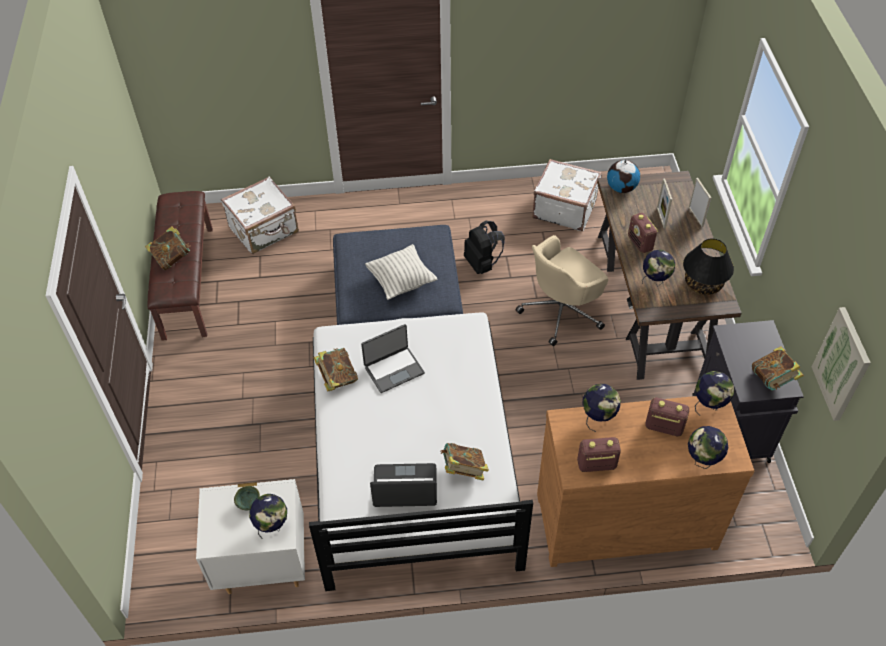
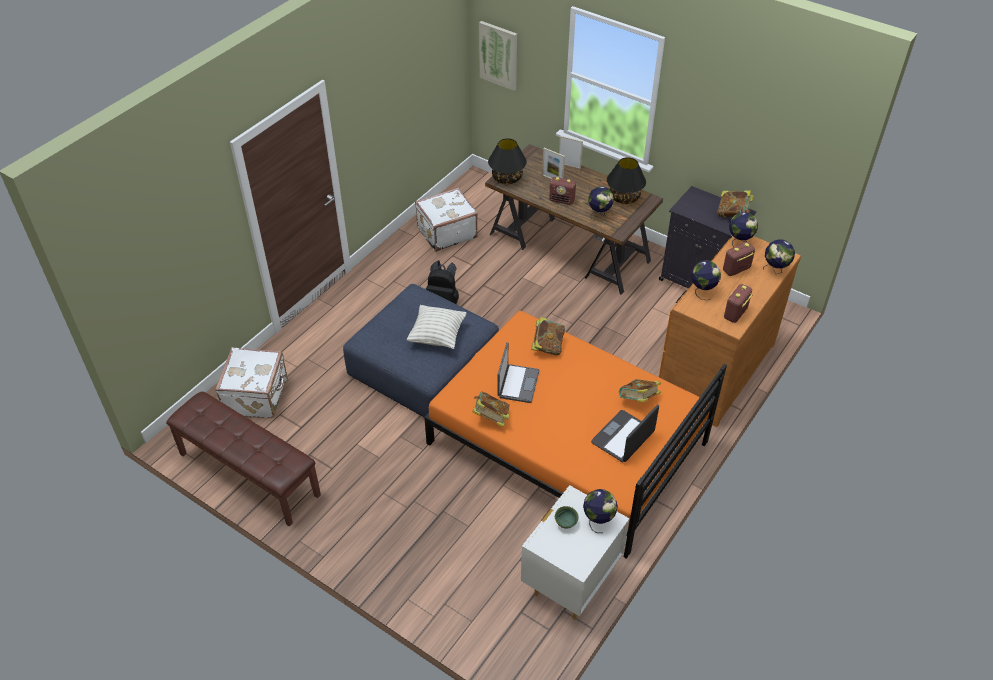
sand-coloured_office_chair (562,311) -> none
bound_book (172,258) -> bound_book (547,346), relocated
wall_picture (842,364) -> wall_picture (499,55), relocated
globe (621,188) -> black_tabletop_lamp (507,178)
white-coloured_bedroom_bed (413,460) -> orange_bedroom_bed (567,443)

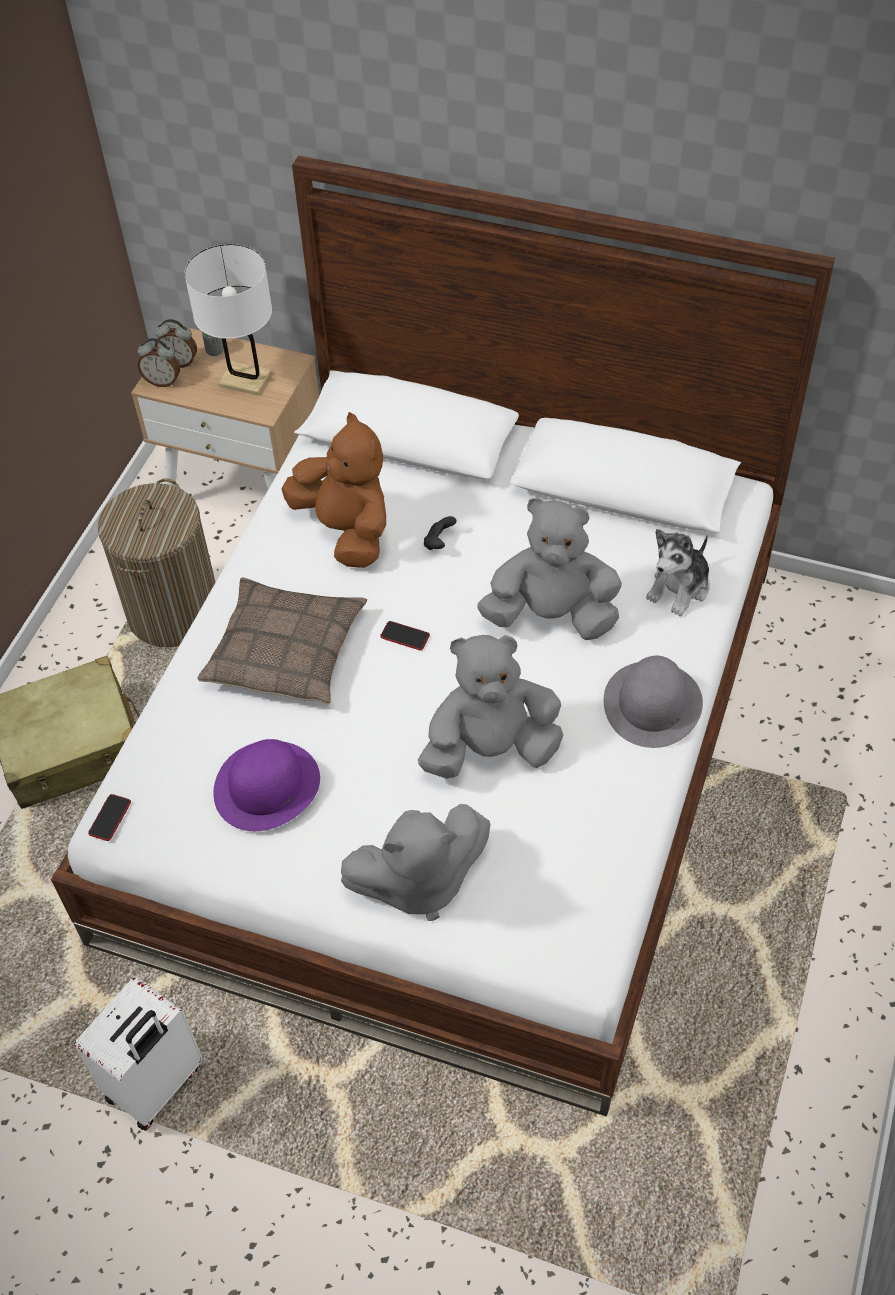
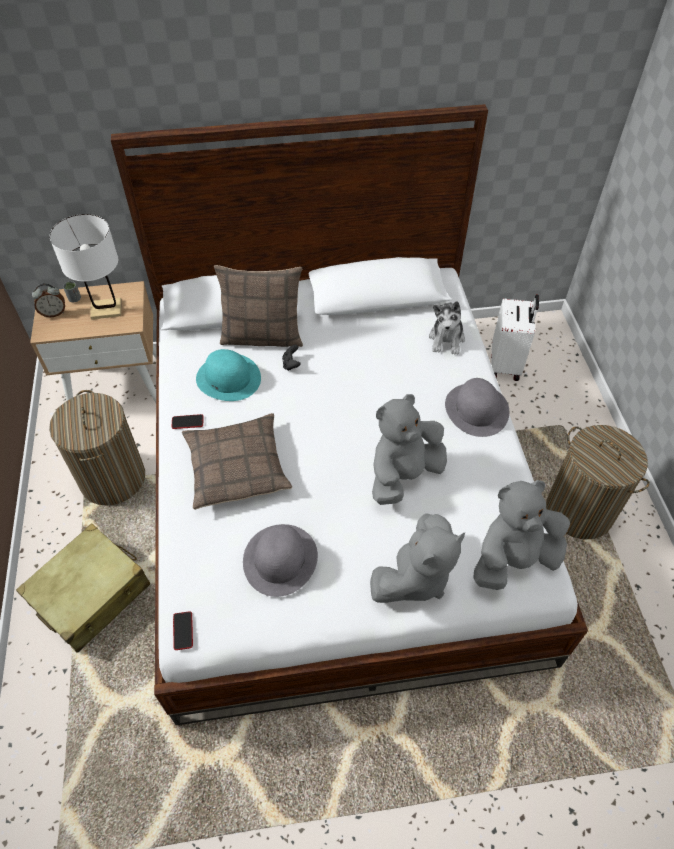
bedside_clock (163,381) -> none
none -> throw_pillow (262,336)
none -> washing_basket (579,510)
white-coloured_travel_case (156,1085) -> white-coloured_travel_case (506,365), relocated
telephone (405,636) -> telephone (187,422), relocated
greyish_soft_toy (551,615) -> greyish_soft_toy (513,559), relocated
brown_soft_toy (346,530) -> turquoise_wearable_hat (228,378)
purple-coloured_wearable_hat (267,785) -> greyish_wearable_hat (280,559)

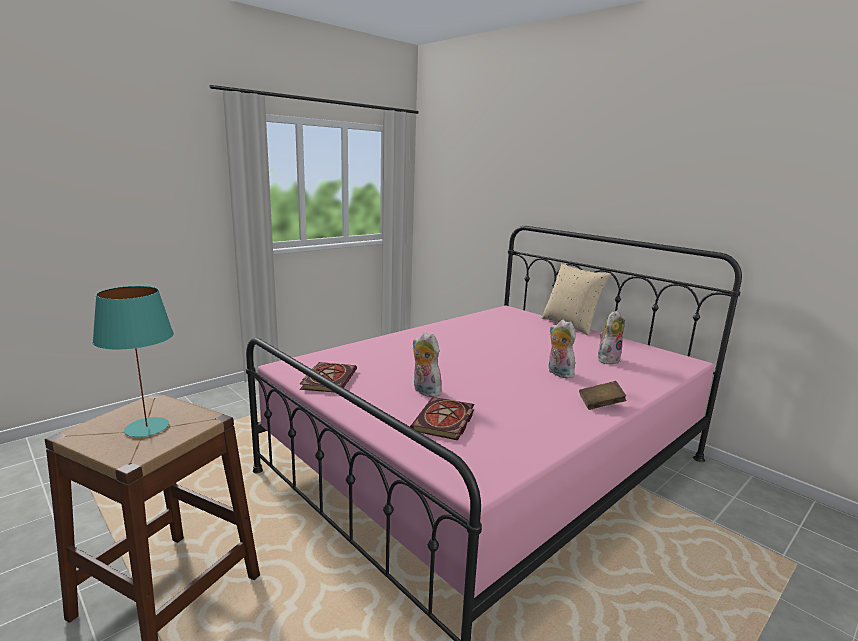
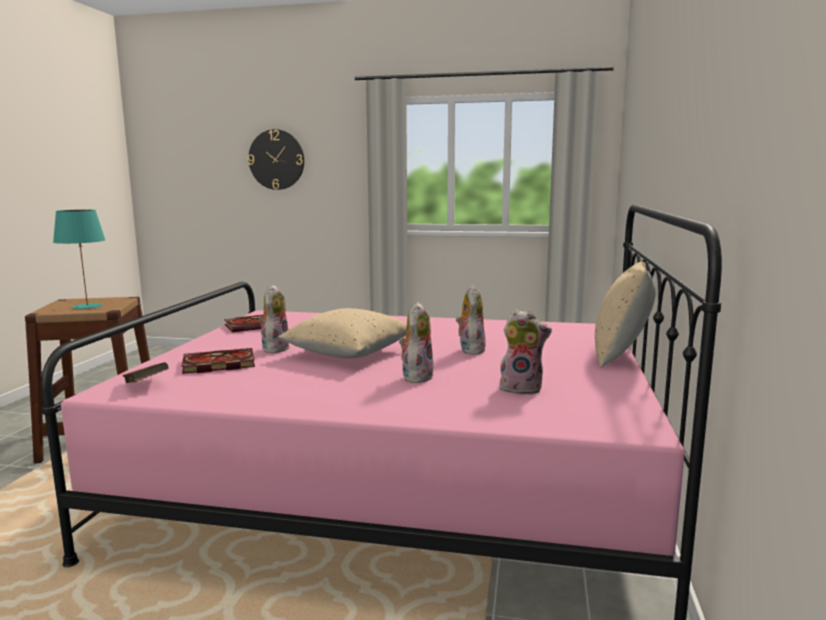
none -> clock_on_the_wall (276,159)
none -> sand-coloured_throw_pillow (349,353)
none -> soft_toy (470,349)
brown_bound_book (600,404) -> brown_bound_book (146,385), relocated

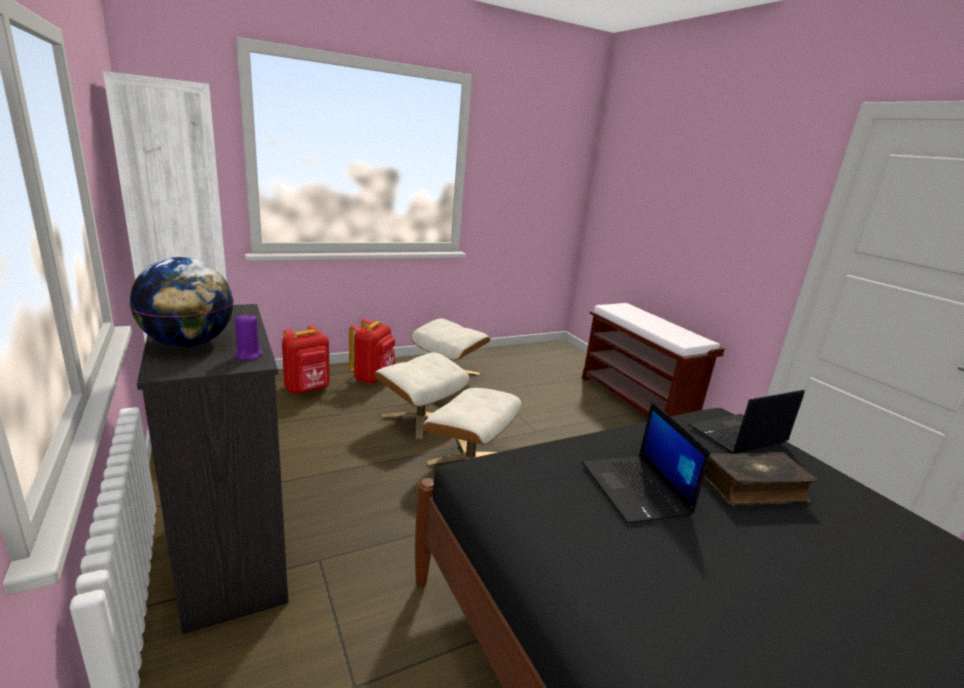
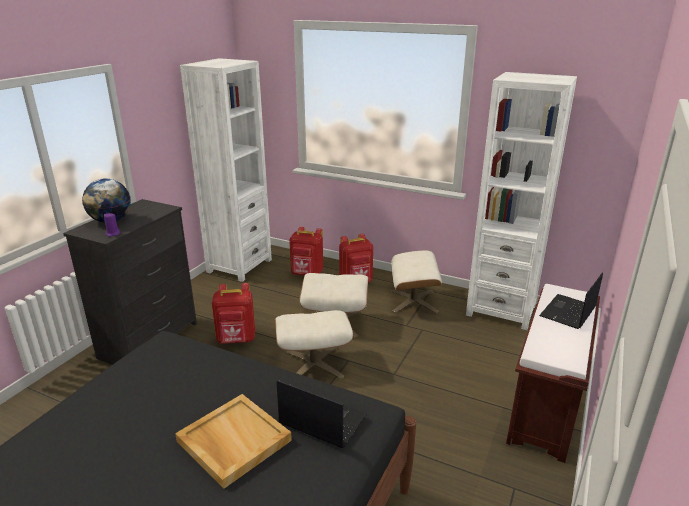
none -> red-coloured_backpack (236,340)
none -> white-coloured_bookshelf (501,310)
laptop (636,489) -> laptop (568,312), relocated
bound_book (753,487) -> sand-coloured_serving_tray (233,441)

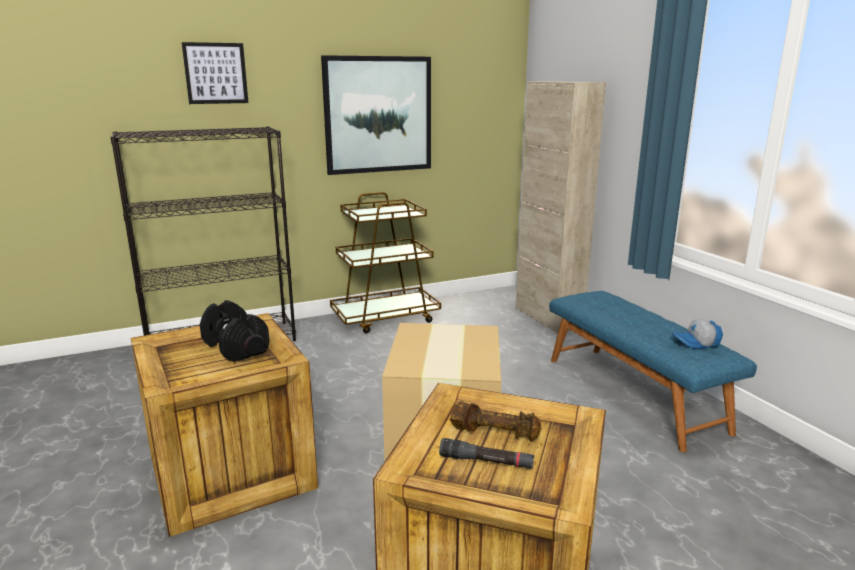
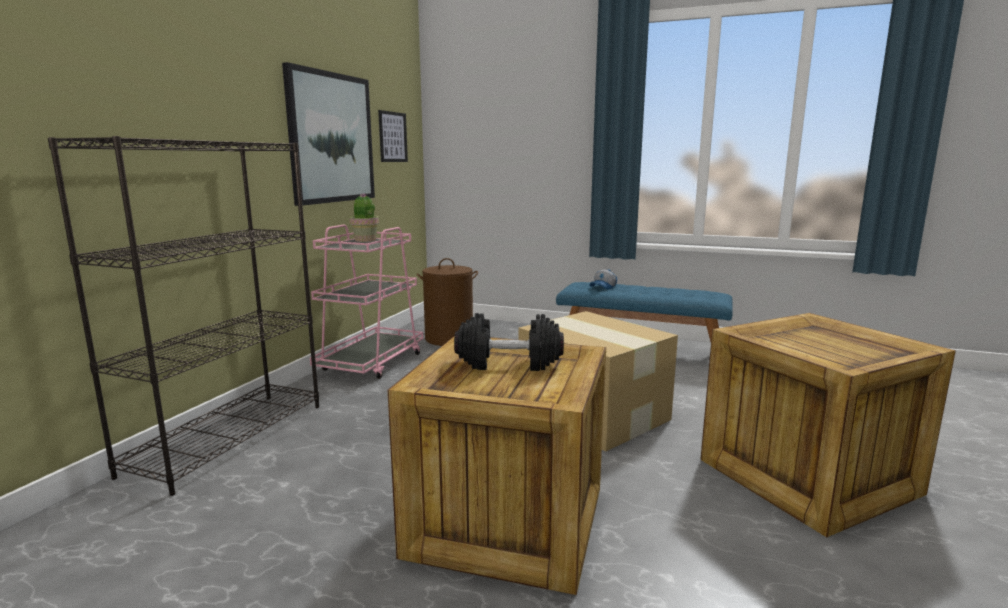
black_hand_torch (486,462) -> none
brown_hand_weight (495,433) -> none
sand-coloured_cabinet (547,317) -> none
none -> plant_in_a_pot (365,240)
none -> brown_washing_basket (449,338)
wall_picture (216,73) -> wall_picture (392,137), relocated
cap (696,343) -> cap (603,287), relocated
brown_wheeled_cart (386,318) -> pinkish_wheeled_cart (371,363)

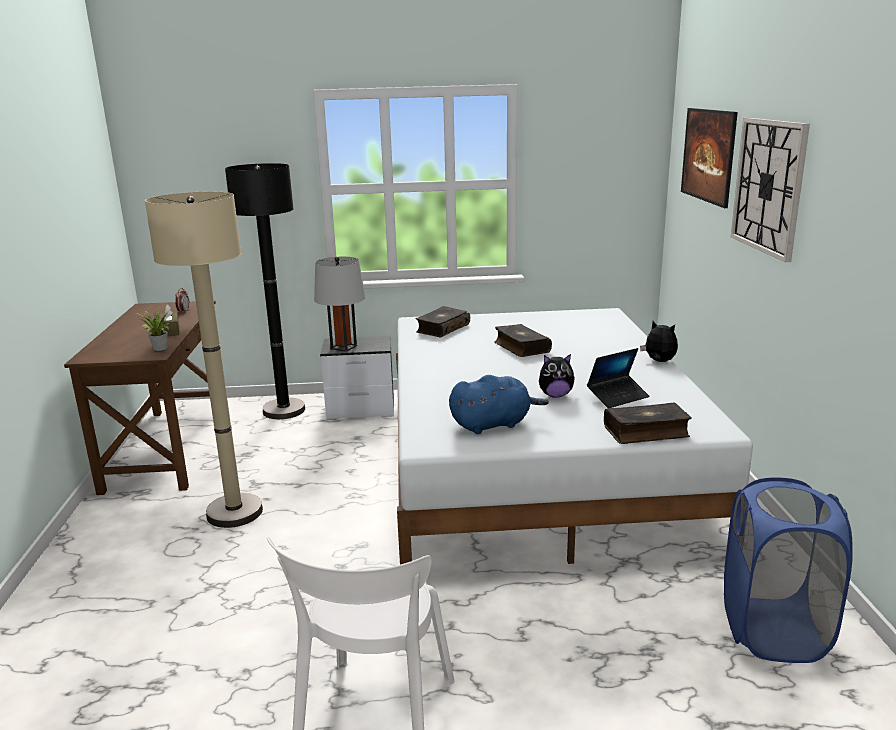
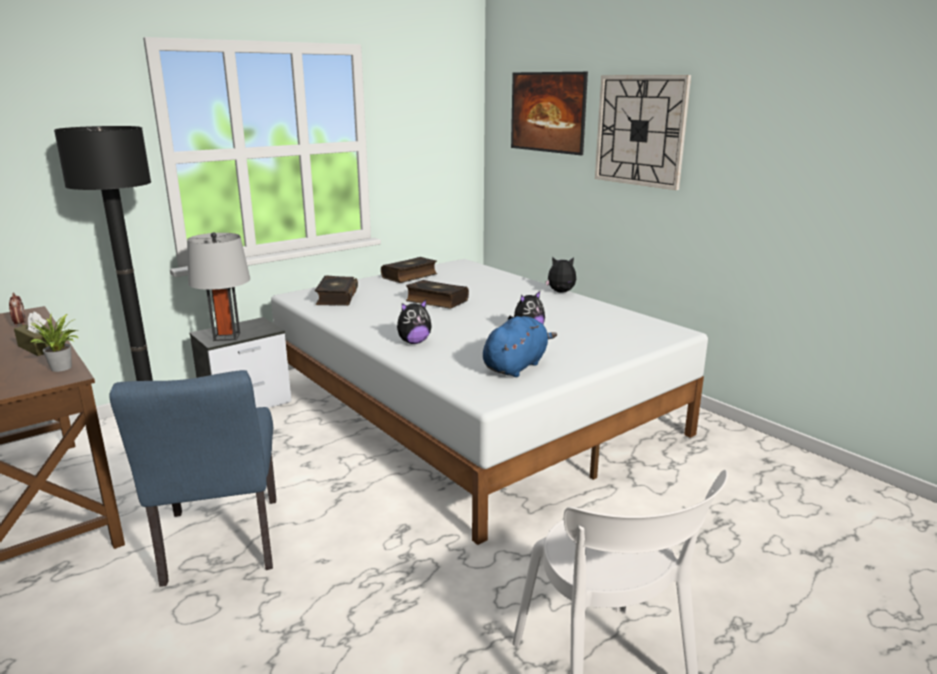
laptop (617,397) -> none
bluish_washing_basket (773,630) -> none
none -> soft_toy (414,342)
bound_book (646,432) -> bound_book (410,276), relocated
sand-coloured_standard_lamp (234,512) -> bluish_plain_chair (220,547)

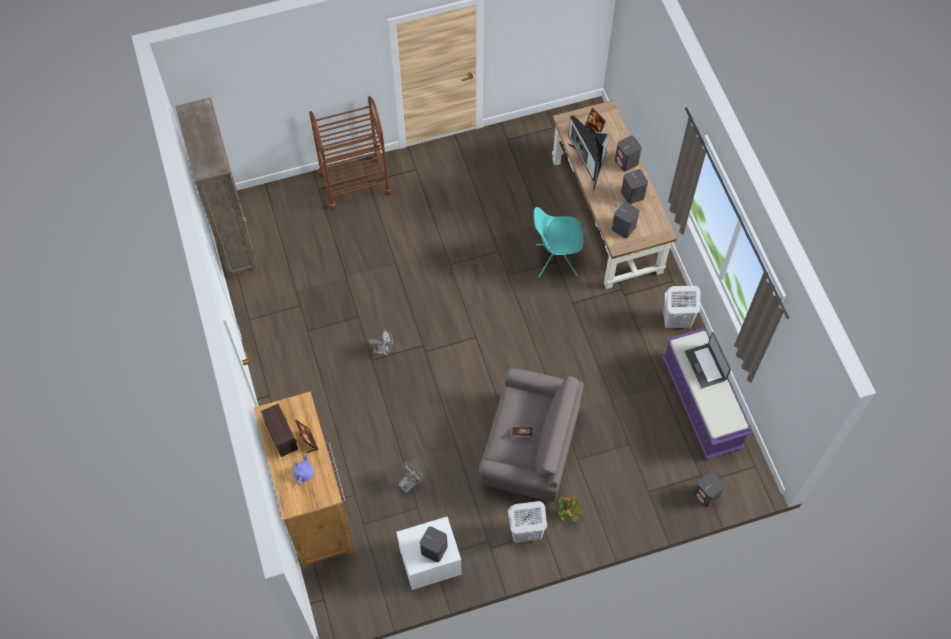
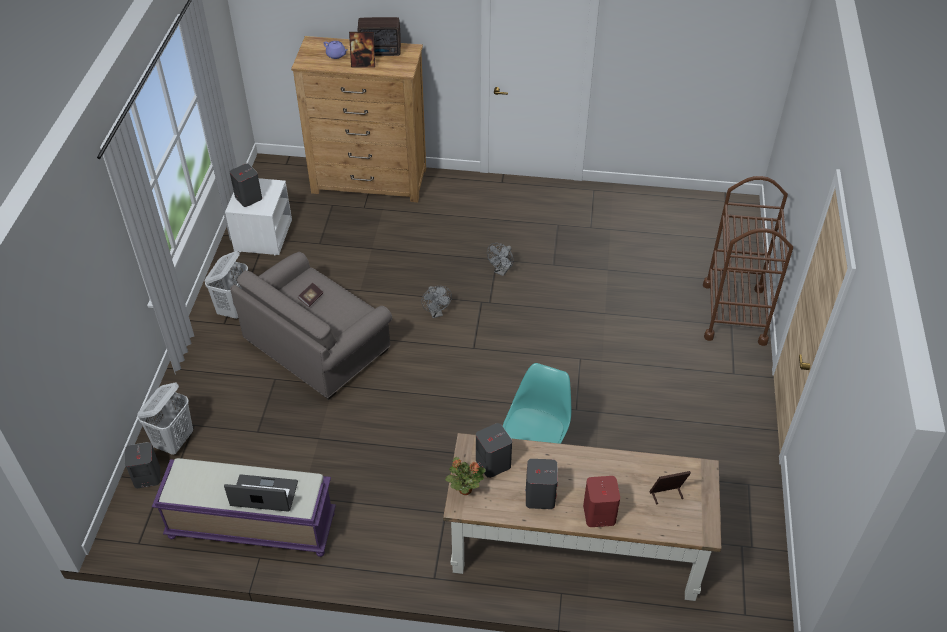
brown_bookshelf (235,241) -> none
computer_screen (588,164) -> none
greyish_cooling_fan (410,483) -> greyish_cooling_fan (436,313), relocated
plant_in_a_pot (568,515) -> plant_in_a_pot (464,489), relocated
white-coloured_washing_basket (676,321) -> white-coloured_washing_basket (175,441), relocated
greyish_audio_speaker (626,162) -> red-coloured_audio_speaker (598,514)

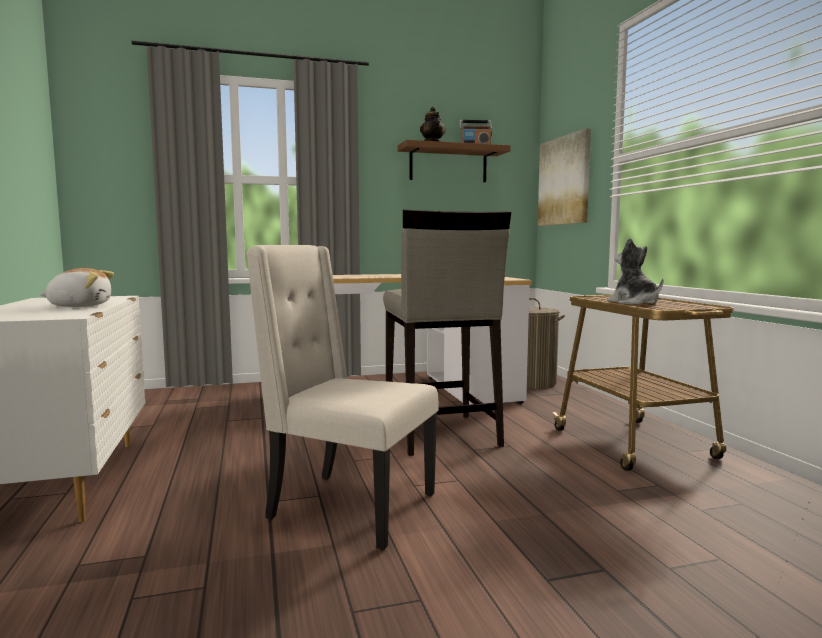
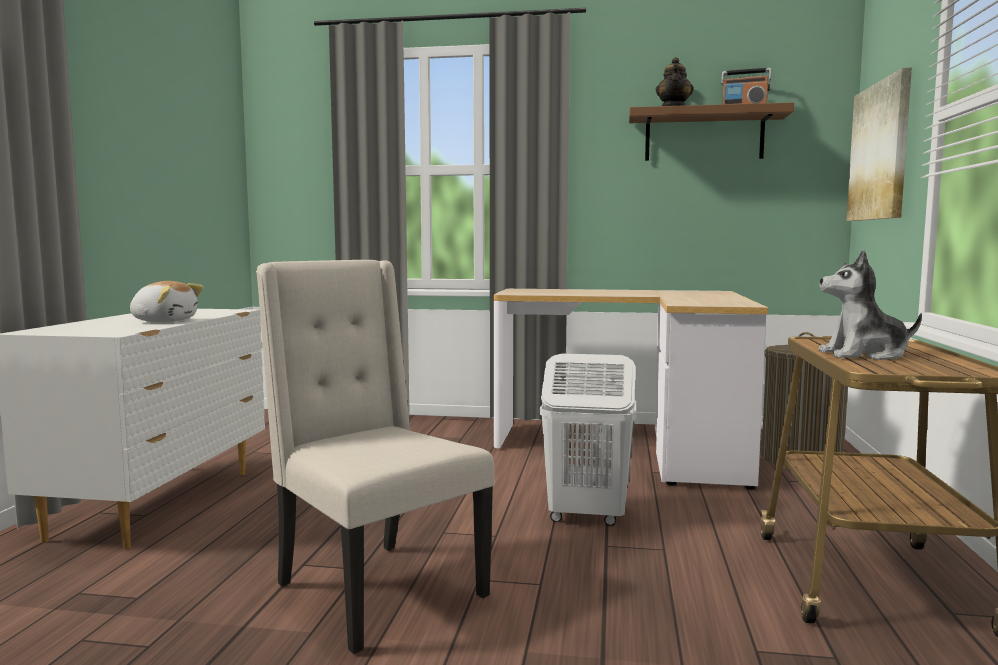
sand-coloured_stool (440,434) -> white-coloured_washing_basket (585,516)
soft_toy (634,303) -> soft_toy (864,355), 90 degrees counterclockwise

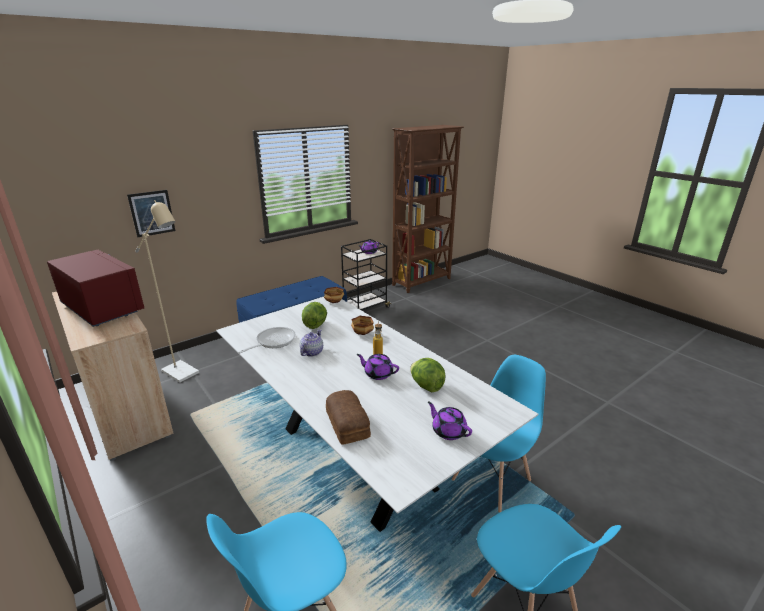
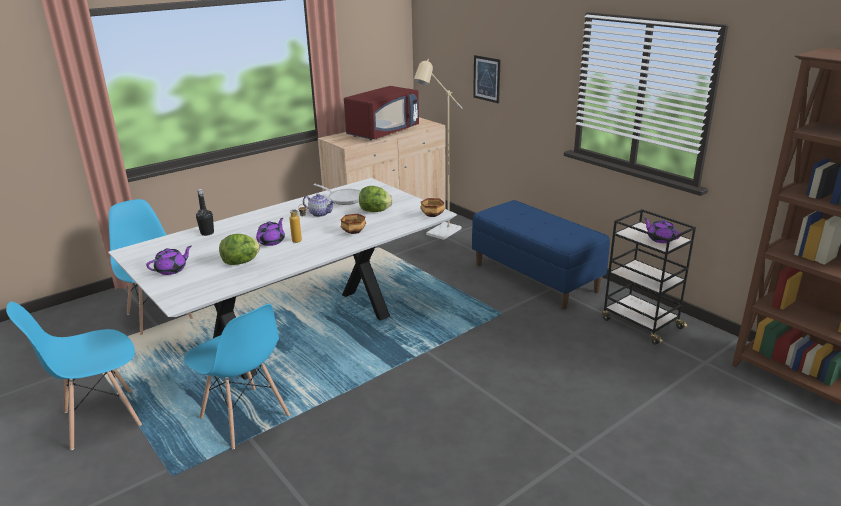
bread (348,423) -> black_bottle (207,233)

